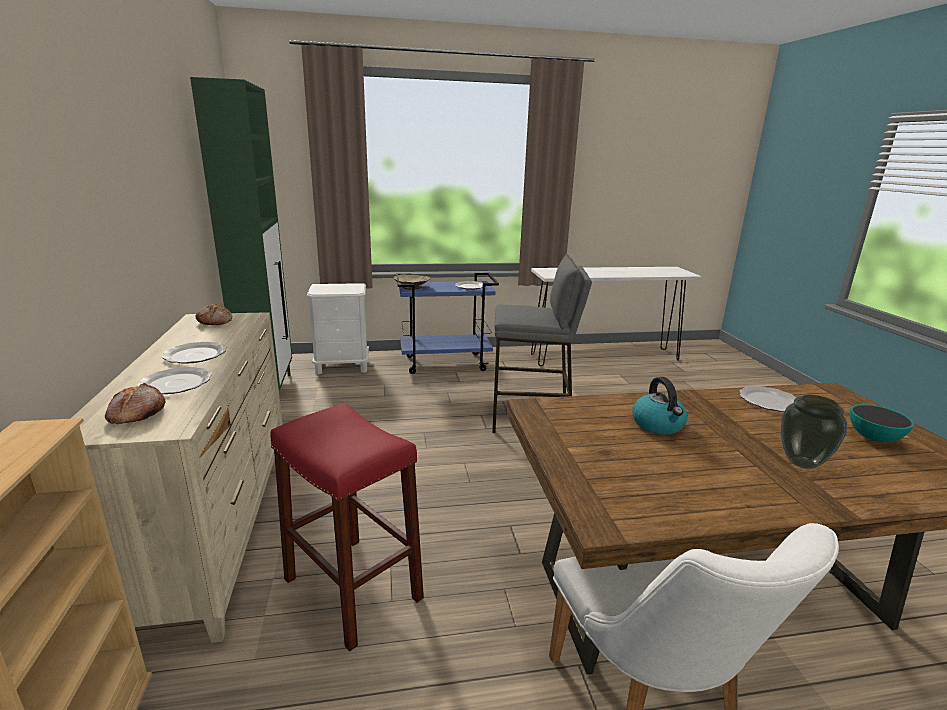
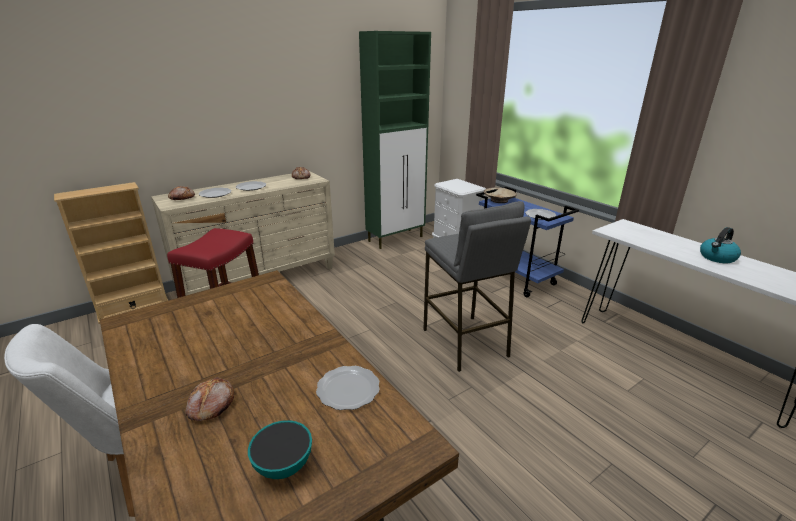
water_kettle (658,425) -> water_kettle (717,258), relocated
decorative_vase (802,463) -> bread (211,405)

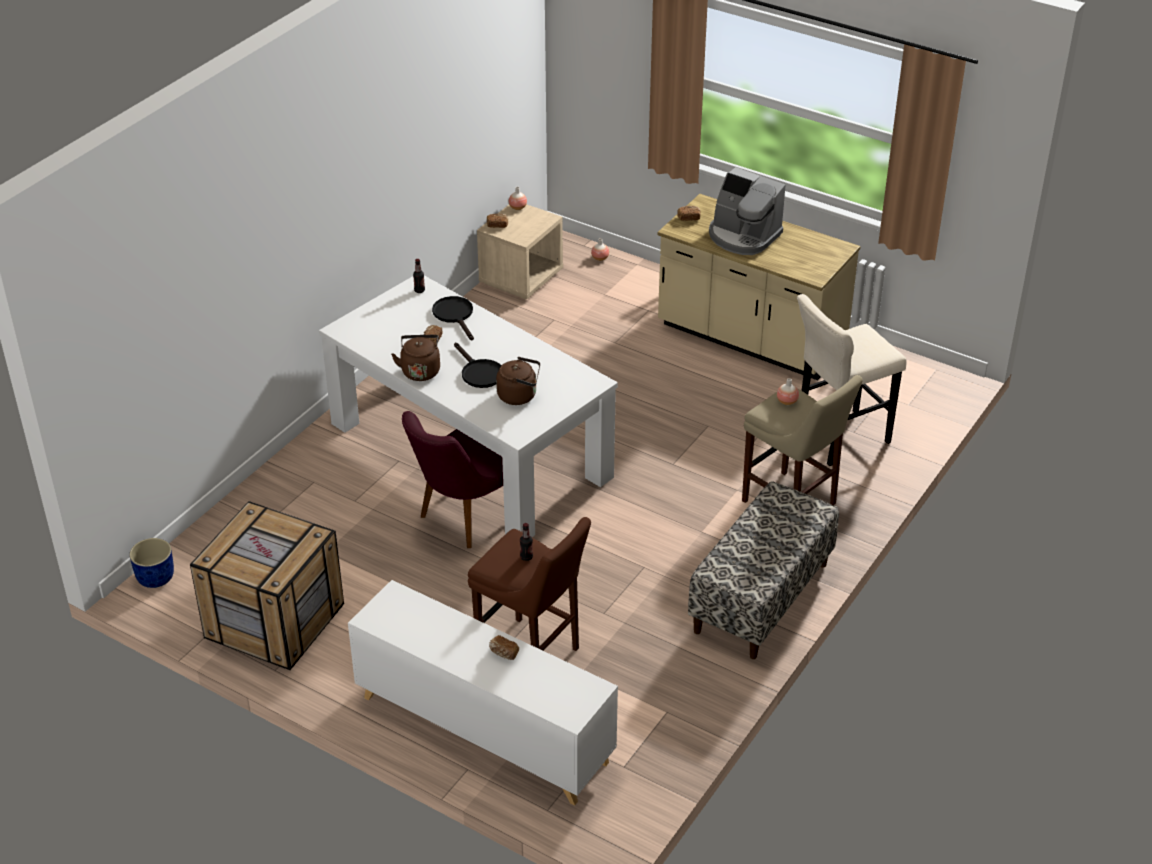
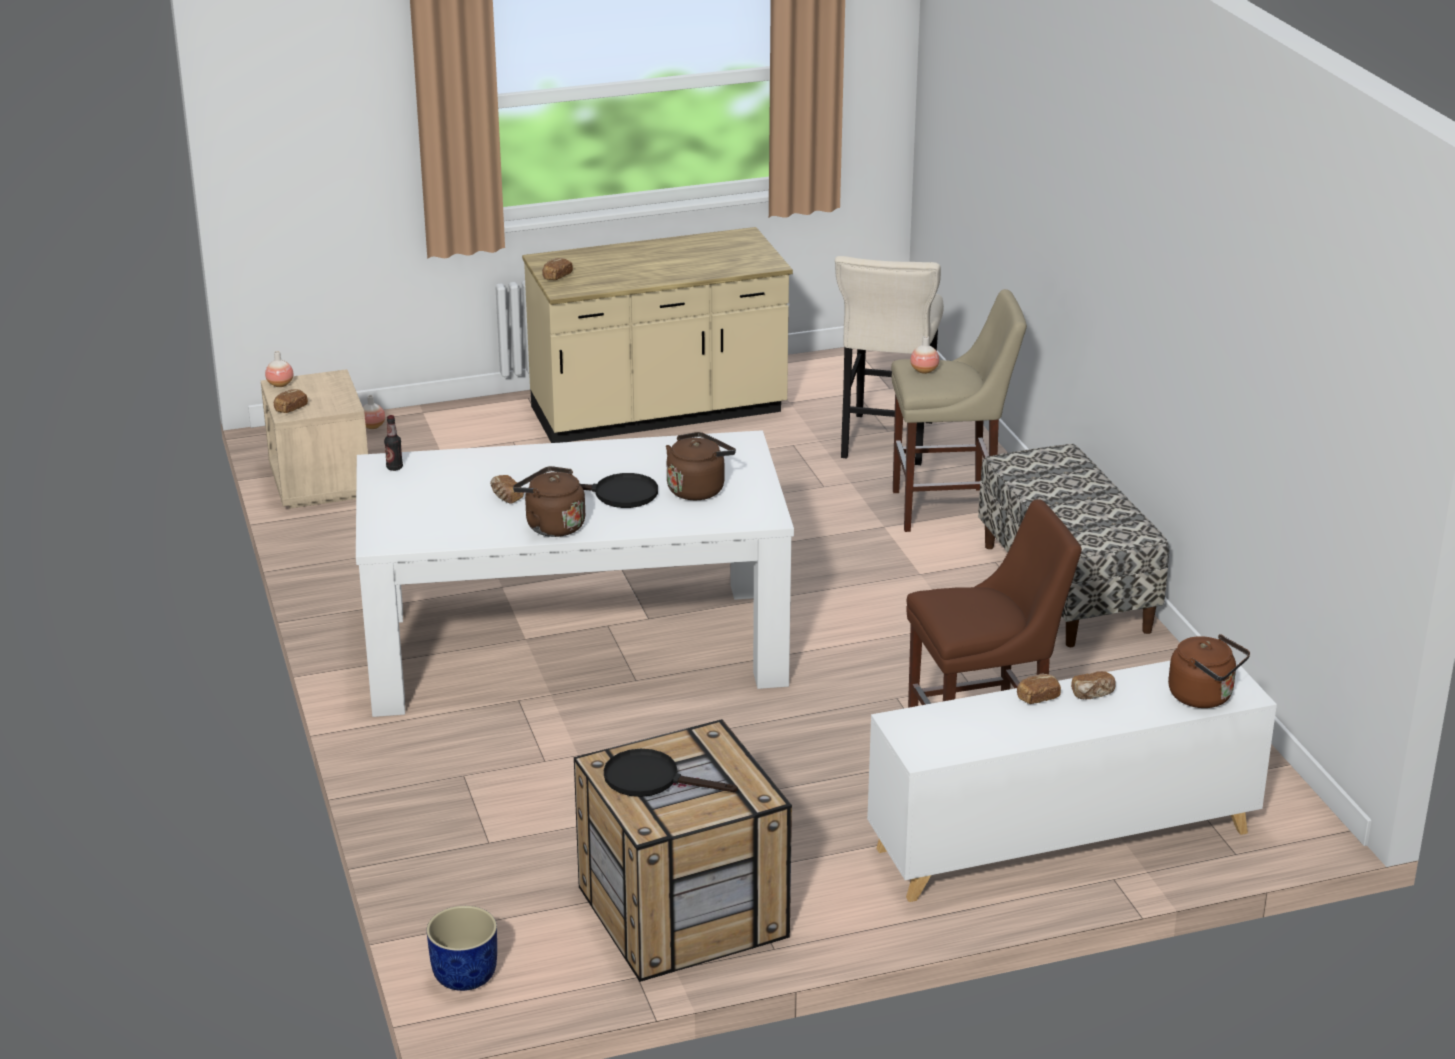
purple-coloured_plain_chair (462,519) -> none
bottle (526,557) -> none
coffee_brewer (743,236) -> none
none -> bread (1037,697)
none -> brown_water_kettle (1204,697)
black_pan (455,315) -> black_pan (652,779), relocated

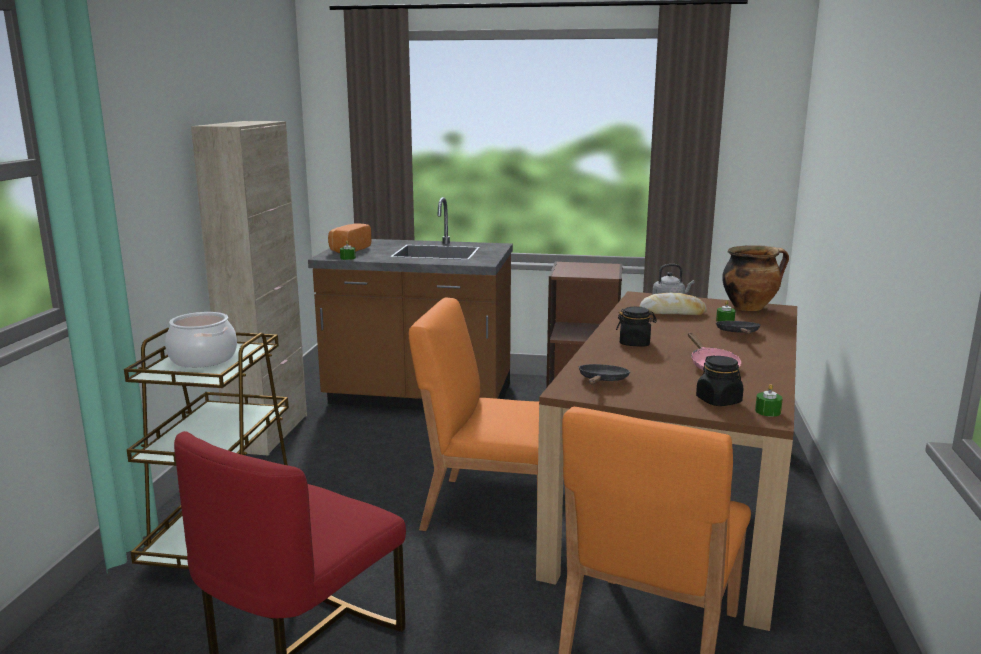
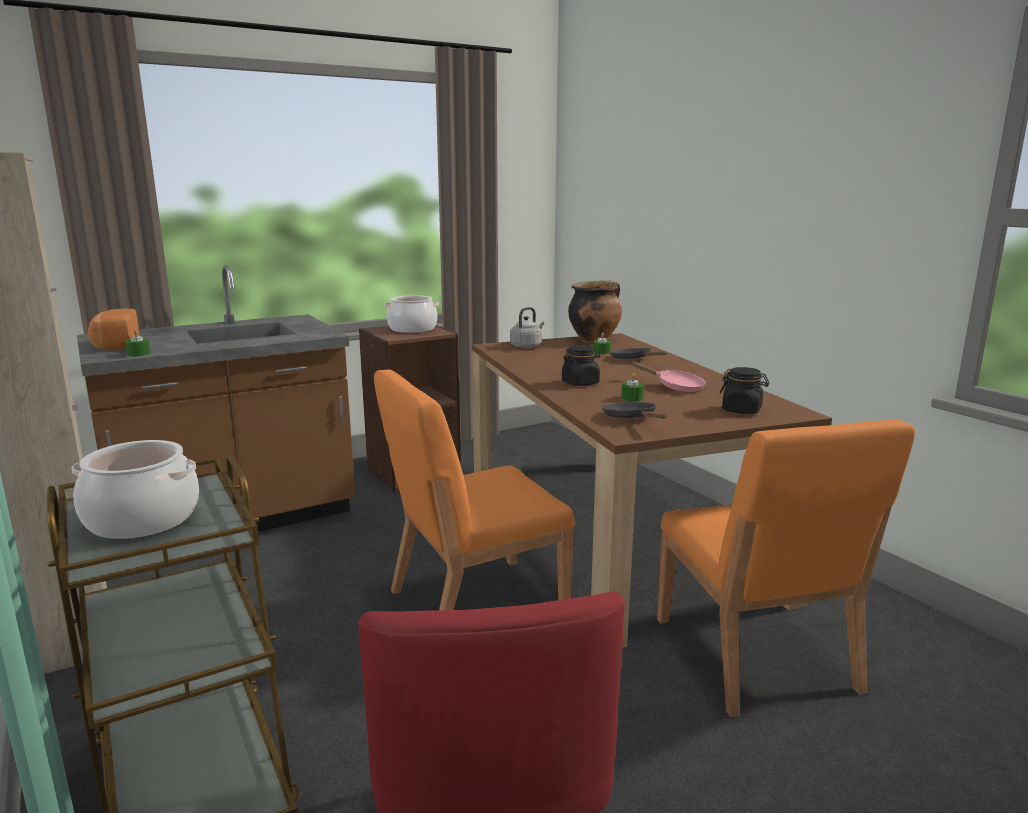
bread (672,312) -> none
none -> stockpot (413,329)
greenish_wax_candle (767,411) -> greenish_wax_candle (632,398), relocated

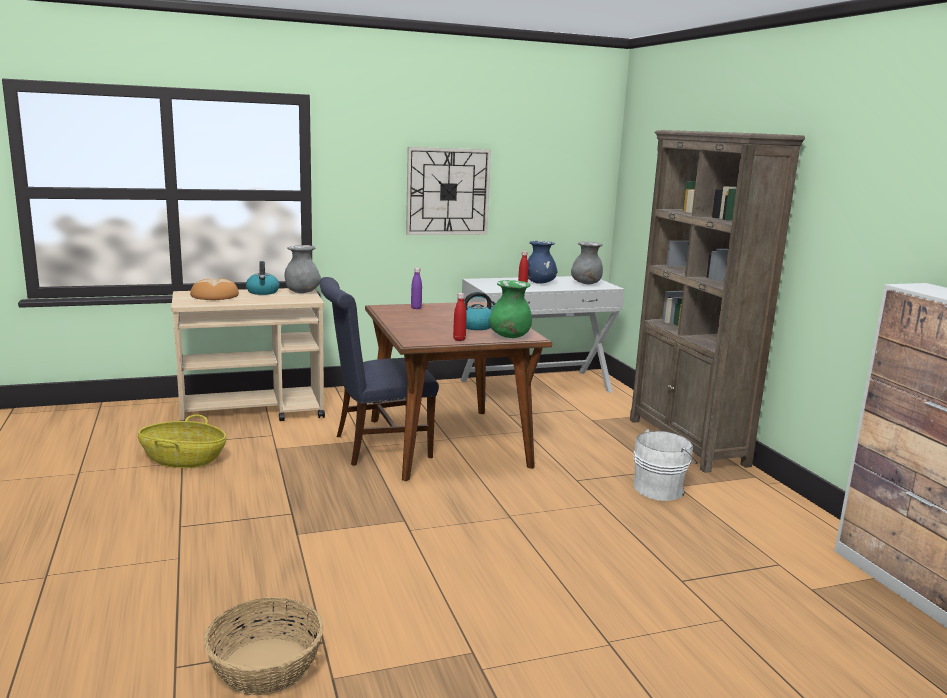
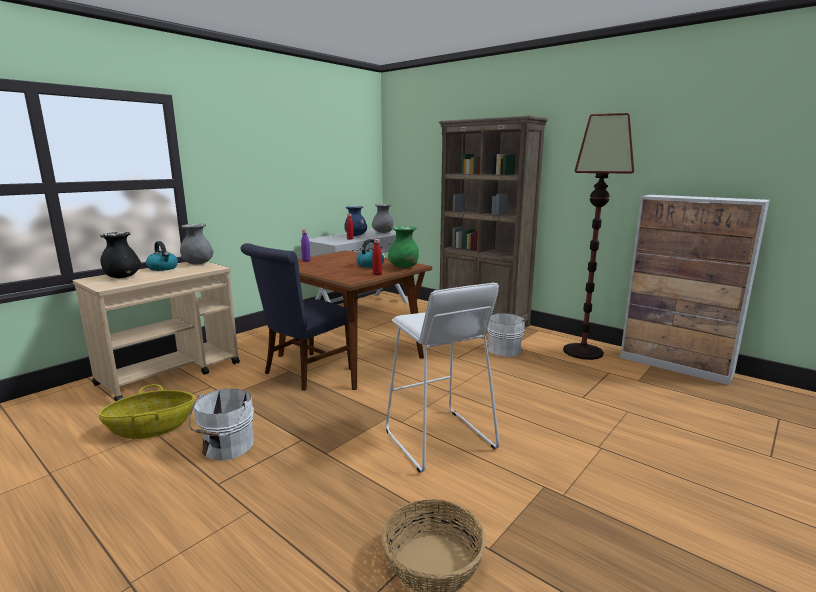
clock_on_the_wall (448,191) -> none
none -> white-coloured_water_bucket (226,447)
none -> white-coloured_stool (438,440)
none -> standard_lamp (583,352)
bread (214,296) -> black_decorative_vase (122,277)

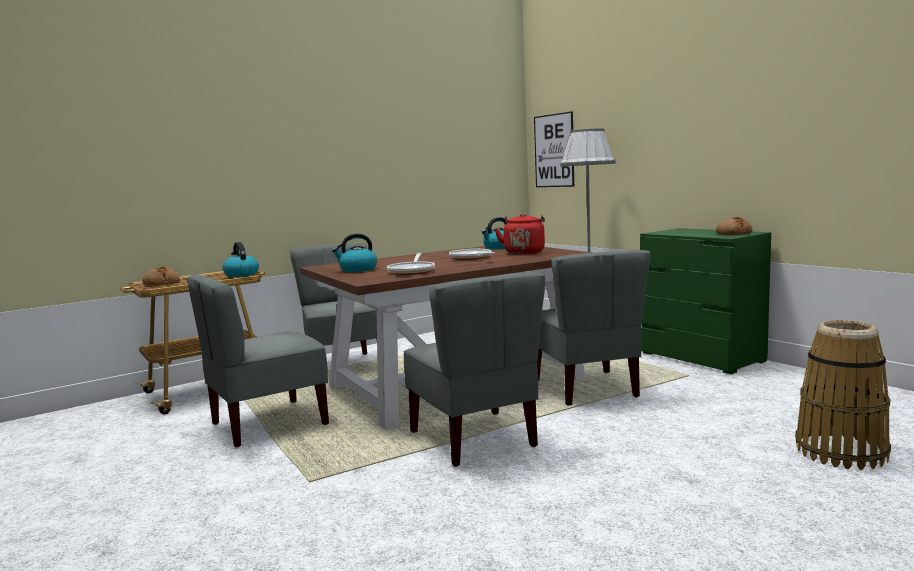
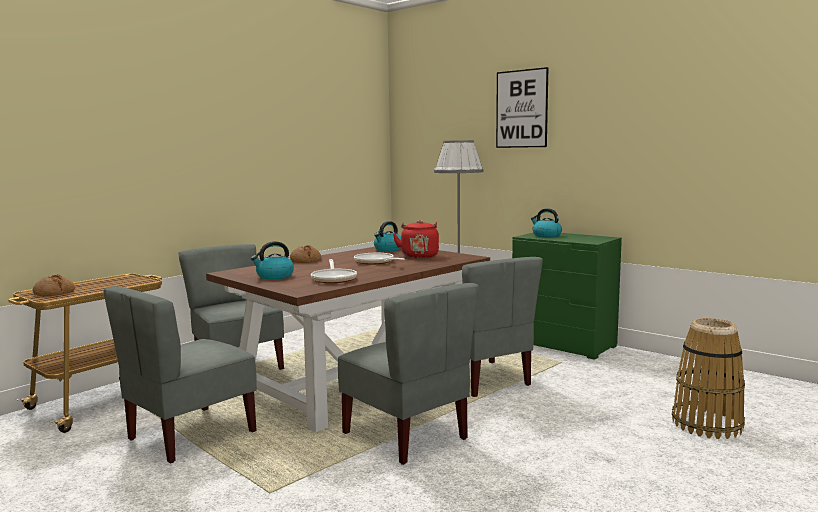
water_kettle (241,274) -> water_kettle (546,235), relocated
wall_picture (554,150) -> wall_picture (521,109), relocated
bread (733,233) -> bread (305,260), relocated

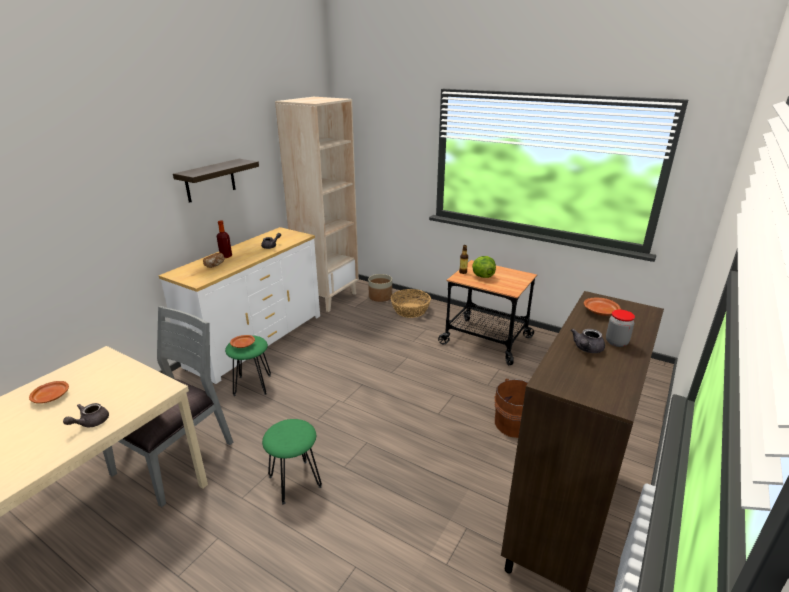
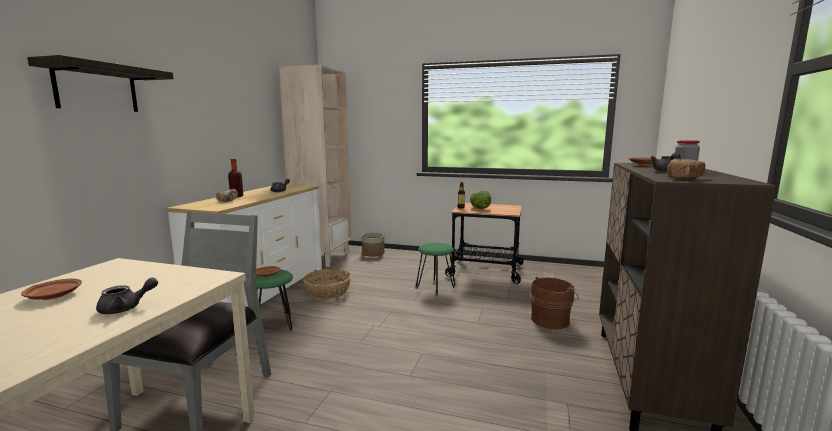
none -> bread (683,178)
bracket_shelf (210,180) -> bracket_shelf (96,88), relocated
greenish_stool (295,481) -> greenish_stool (435,287), relocated
storage_basket (410,310) -> storage_basket (327,292), relocated
greyish_teapot (90,422) -> greyish_teapot (126,308), 135 degrees counterclockwise

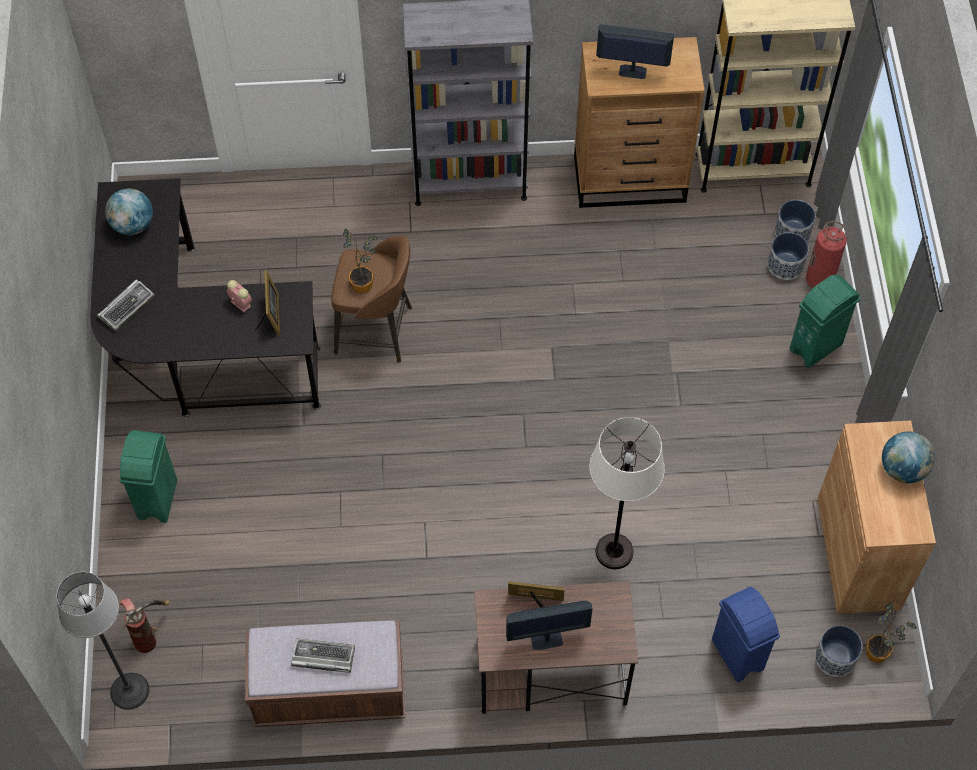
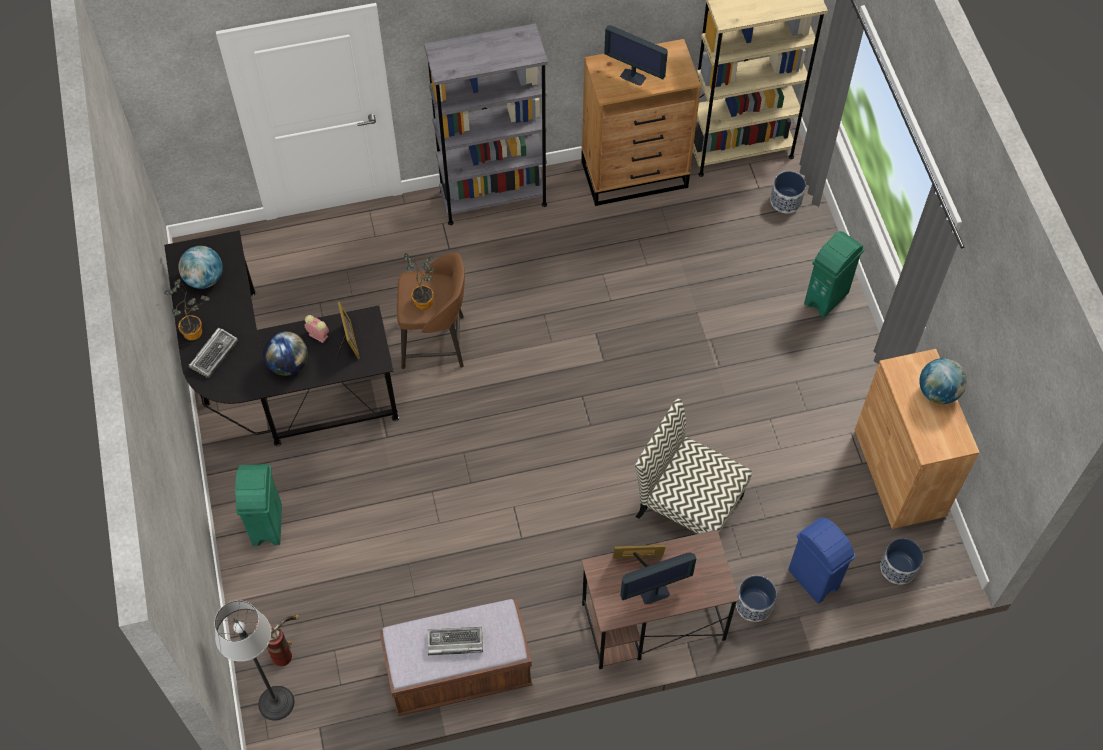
fire-fighting_cylinder (819,280) -> none
none -> globe (288,364)
flower_pot (785,265) -> flower_pot (754,605), relocated
plant_in_a_pot (880,652) -> plant_in_a_pot (195,331), relocated
white-coloured_standard_lamp (614,551) -> plain_chair (687,505)
computer_screen (631,71) -> computer_screen (633,77), 150 degrees counterclockwise

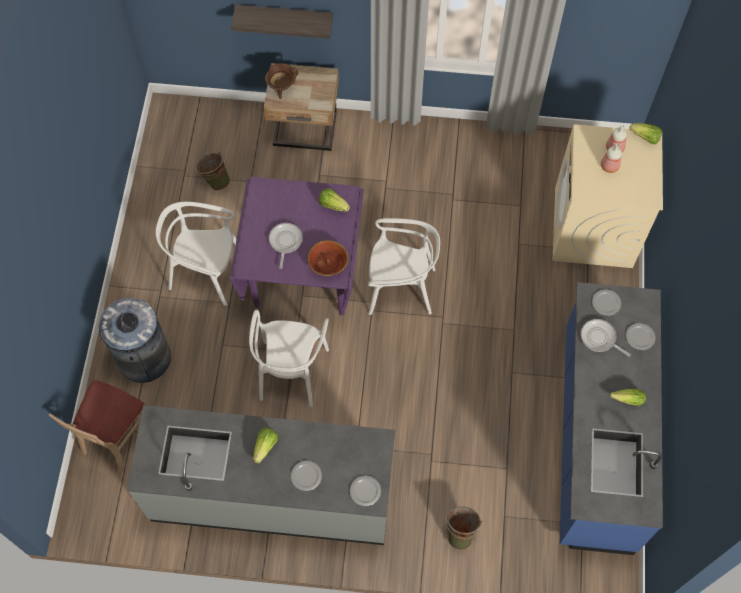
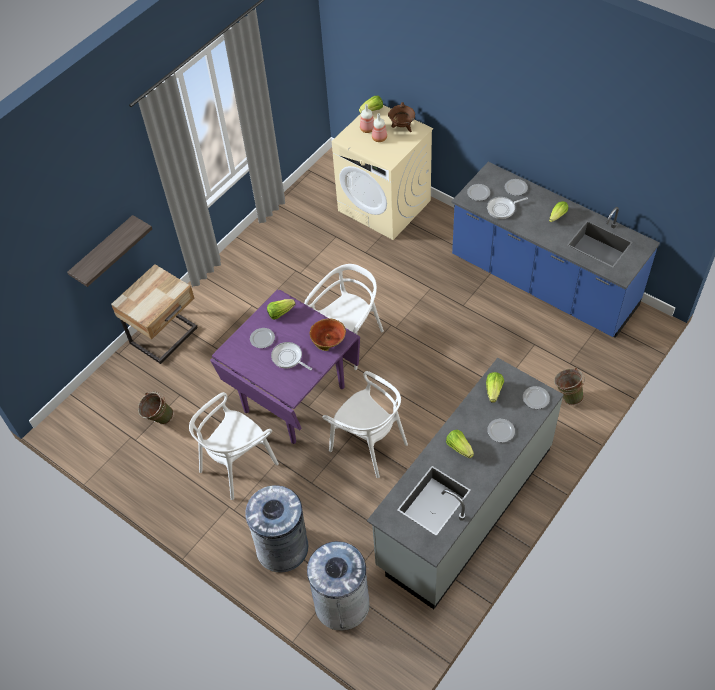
none -> flat_dish (263,338)
none -> lettuce_head (493,390)
brown_stockpot (282,88) -> brown_stockpot (402,127), relocated
sand-coloured_plain_chair (116,438) -> greyish_trash_can (342,603)

